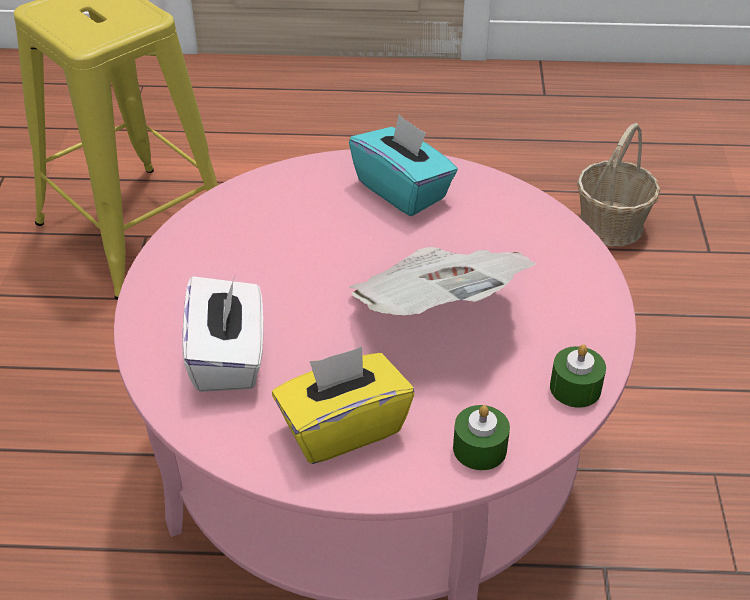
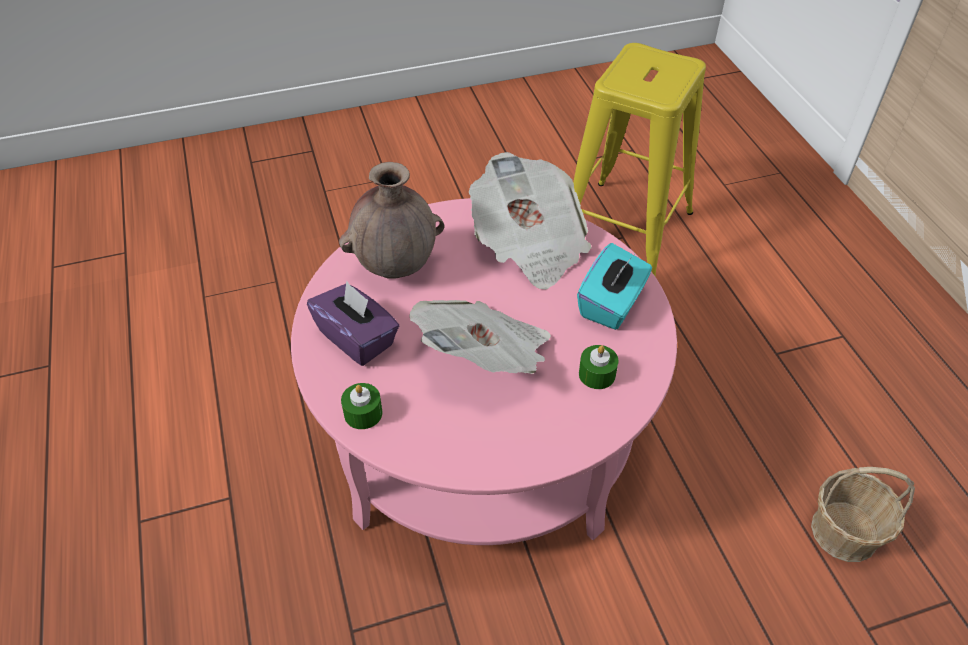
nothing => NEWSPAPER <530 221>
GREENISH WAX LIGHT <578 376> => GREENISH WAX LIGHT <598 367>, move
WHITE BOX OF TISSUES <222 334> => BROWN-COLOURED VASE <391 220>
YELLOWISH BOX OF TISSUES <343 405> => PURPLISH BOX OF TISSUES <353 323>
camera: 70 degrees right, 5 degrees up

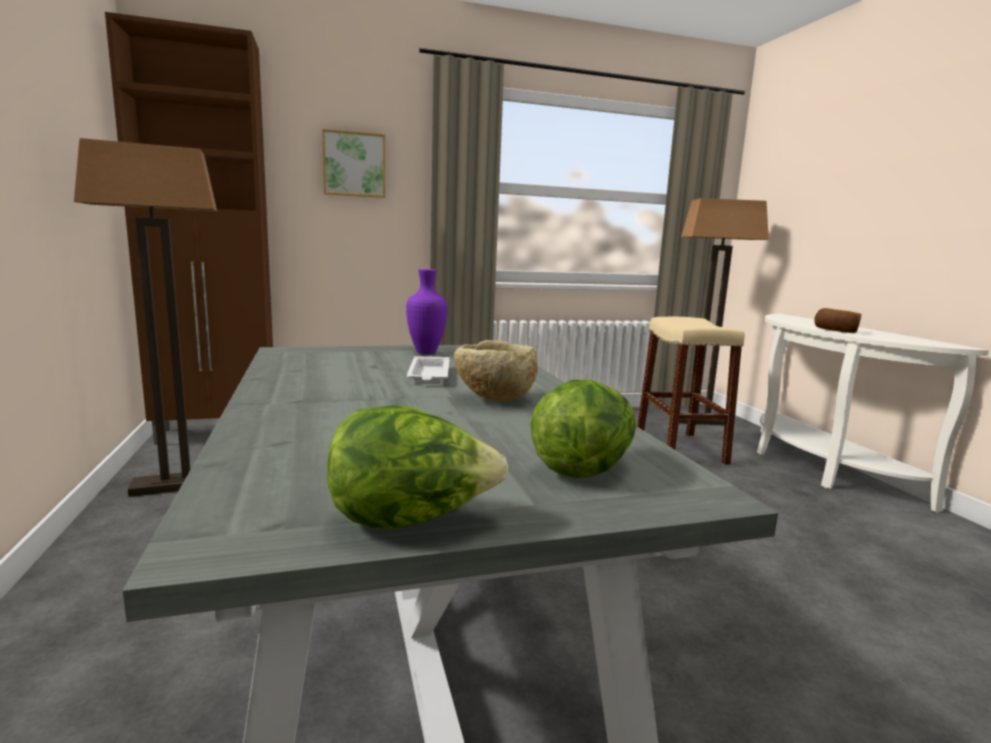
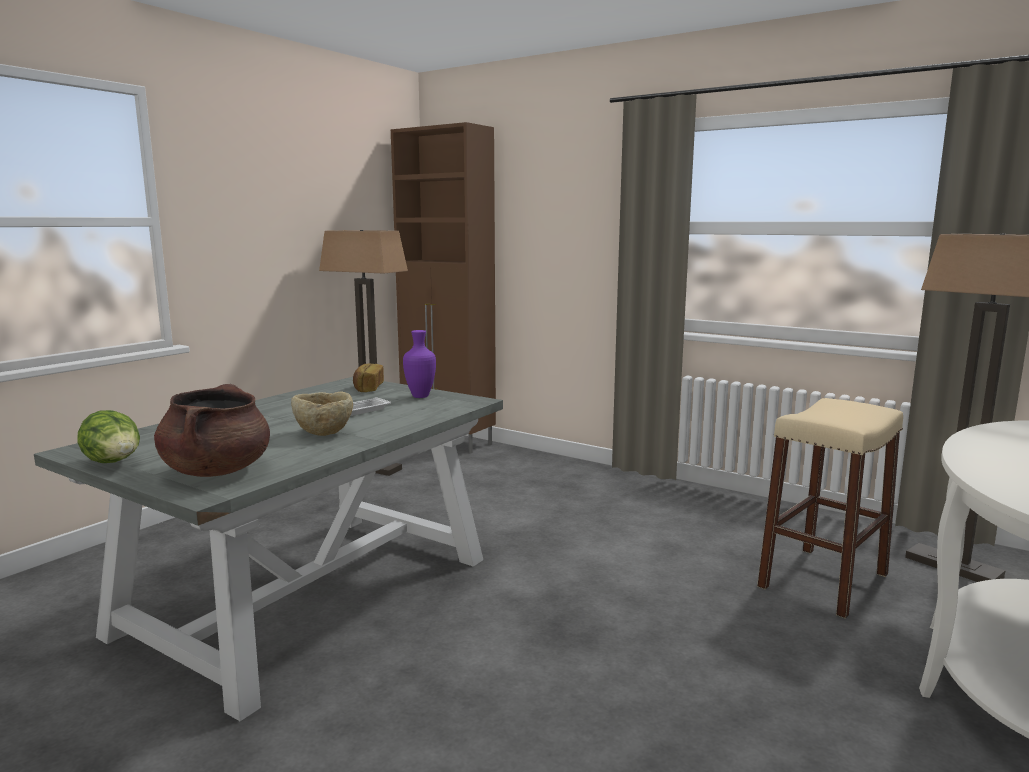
PICTURE <353 163> => nothing
BAKED BREAD <838 320> => BAKED BREAD <368 377>, move
LETTUCE HEAD <583 428> => BROWN-COLOURED STOCKPOT <212 430>
camera: 50 degrees right, 0 degrees up

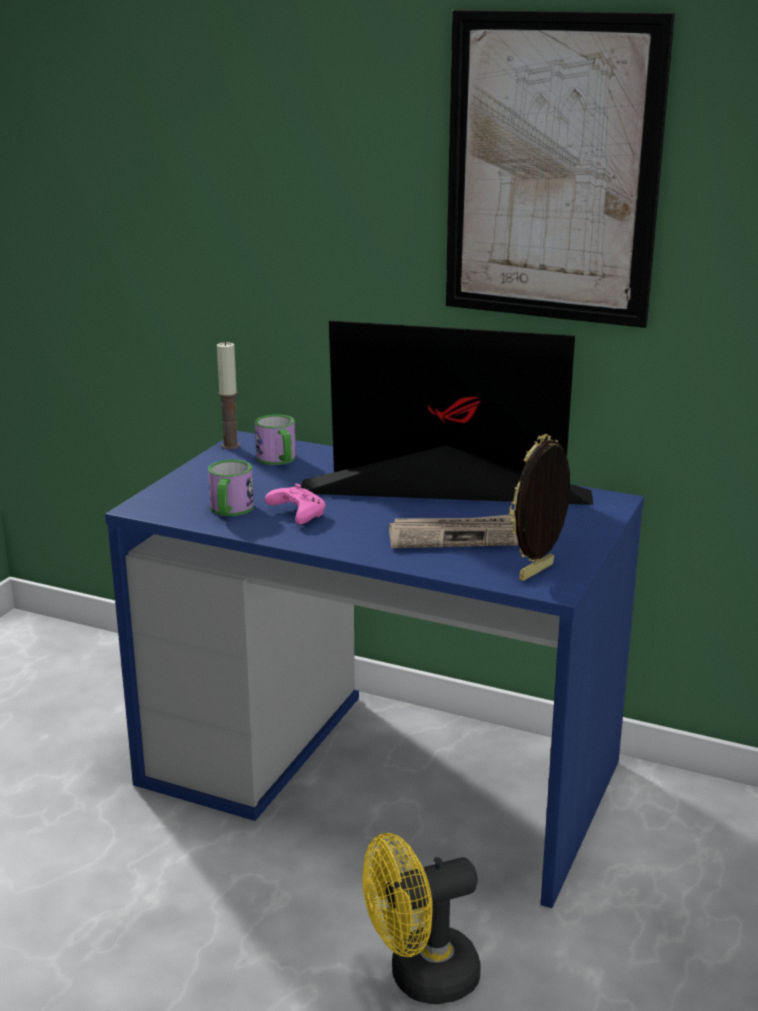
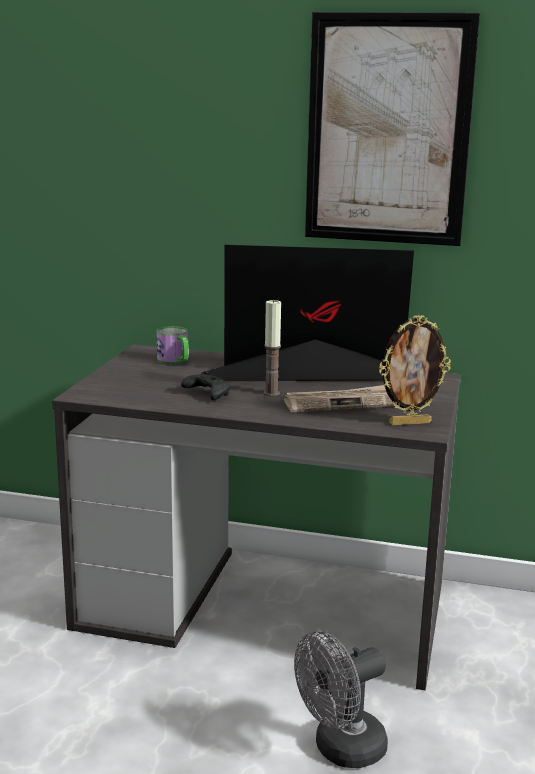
COFFEE MUG <231 488> => nothing
WAX LIGHT <228 395> => WAX LIGHT <272 347>, move
BLUE-COLOURED DESK <374 669> => GREYISH DESK <256 517>
PINK-COLOURED JOYPAD <295 504> => BLACK JOYPAD <205 385>
YELLOWISH FAN <421 919> => GREYISH FAN <341 699>
PHOTO FRAME <539 507> => PHOTO FRAME <415 370>, 135 degrees counterclockwise
camera: 10 degrees left, 5 degrees down

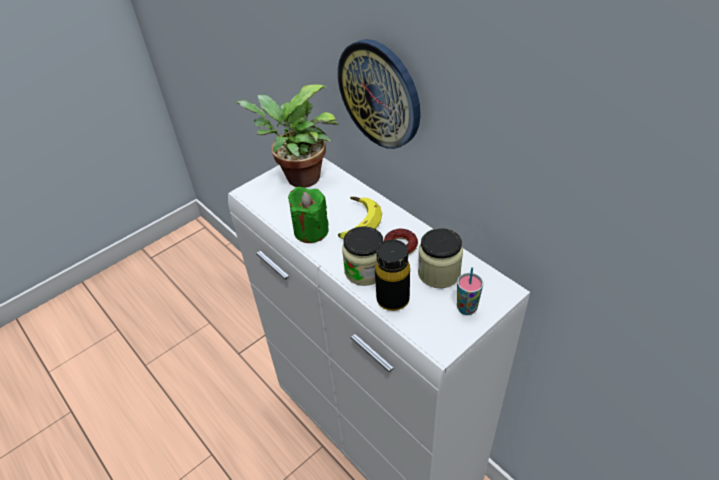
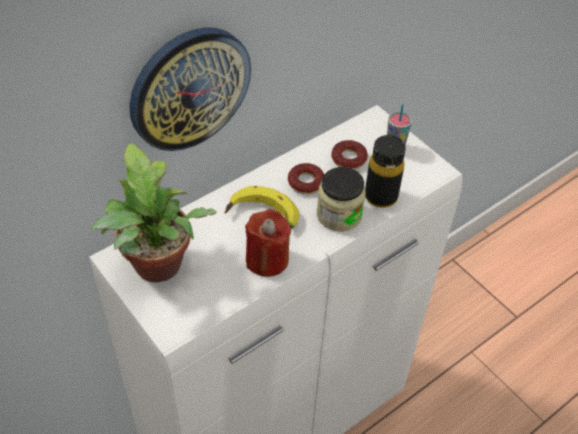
JAR <440 258> => DONUT <349 154>
GREENISH WAX LIGHT <308 215> => RED-COLOURED WAX LIGHT <268 243>
camera: 90 degrees left, 5 degrees up

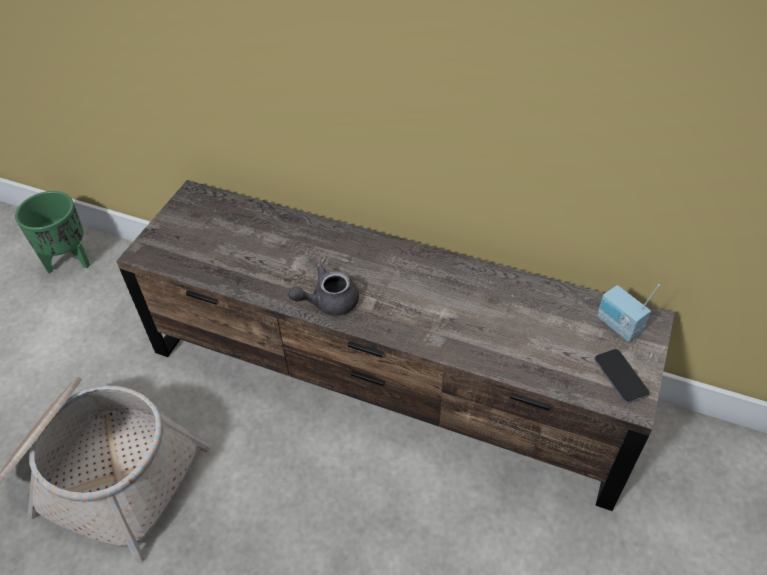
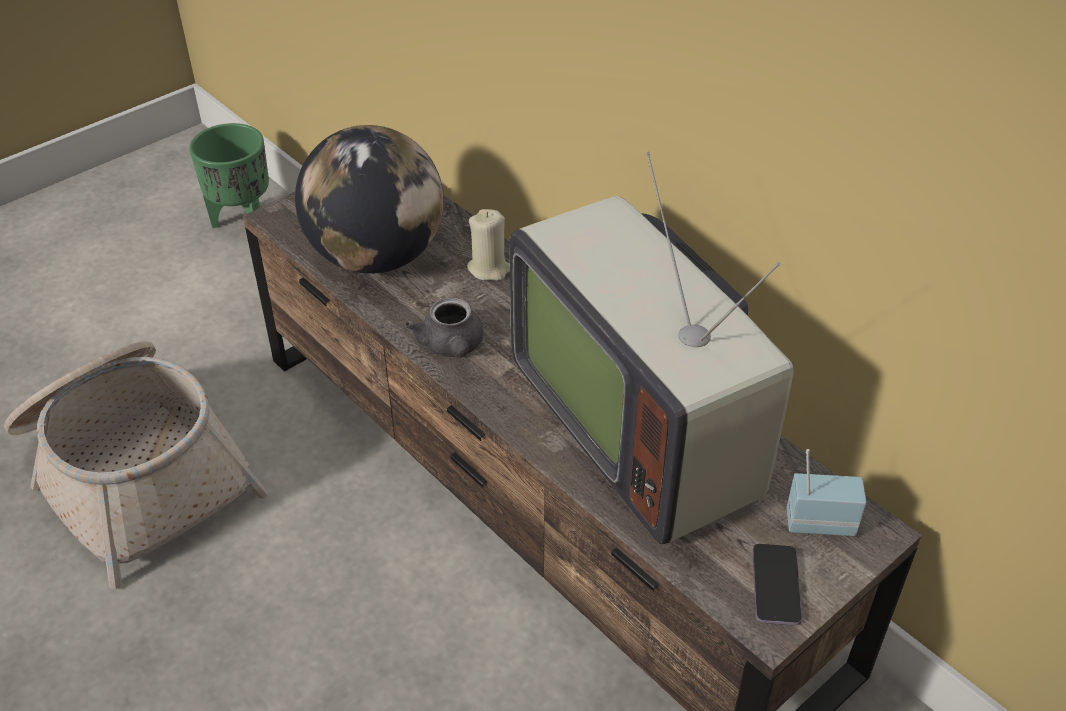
nothing => GLOBE <369 199>
nothing => BEIGE WAX LIGHT <488 245>
nothing => TV <652 348>
GREYISH TEAPOT <323 289> => GREYISH TEAPOT <444 328>, 105 degrees counterclockwise
RADIO <628 313> => RADIO <826 492>, 105 degrees clockwise
camera: 25 degrees right, 5 degrees down

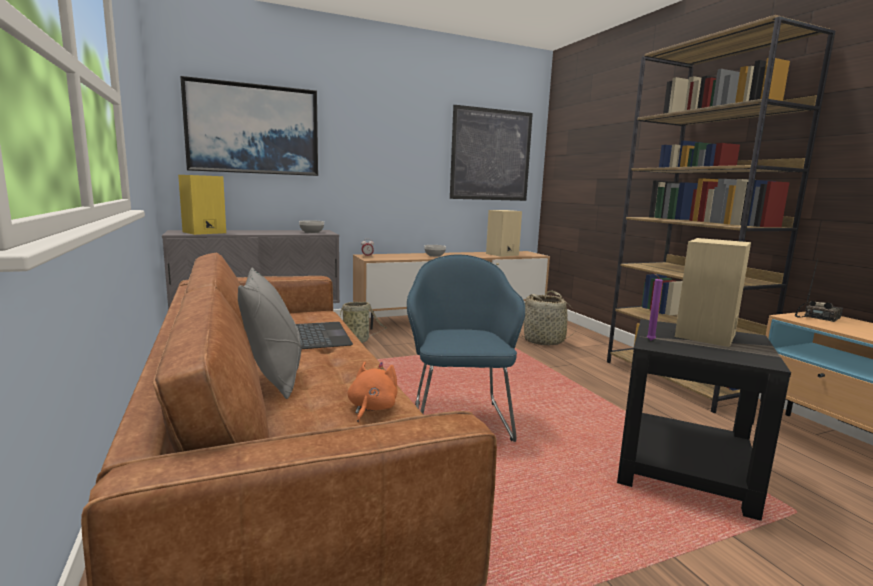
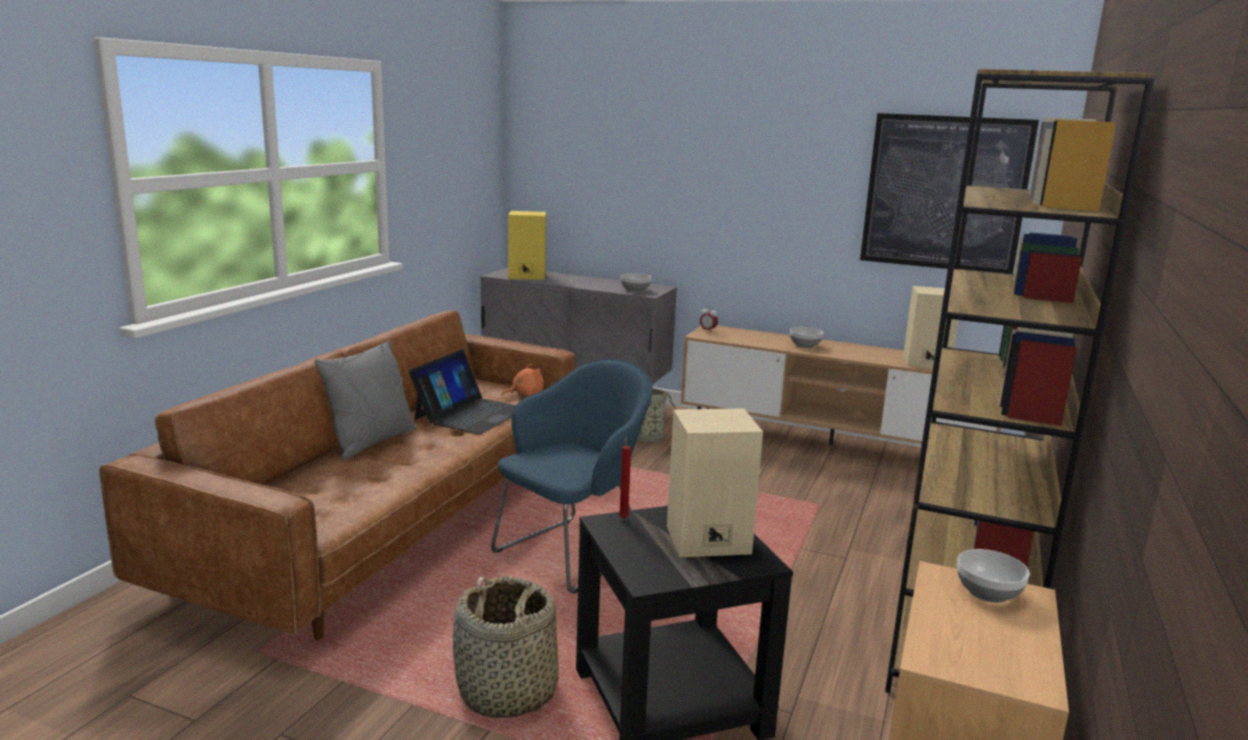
PICTURE <249 126> => nothing
ORANGE CUDDLY TOY <373 392> => ORANGE CUDDLY TOY <523 380>, move
BASKET <549 317> => BASKET <506 647>, move
RADIO <819 290> => SERVING BOWL <993 576>
PURPLISH WAX LIGHT <655 306> => RED-COLOURED WAX LIGHT <625 477>
camera: 45 degrees right, 5 degrees up

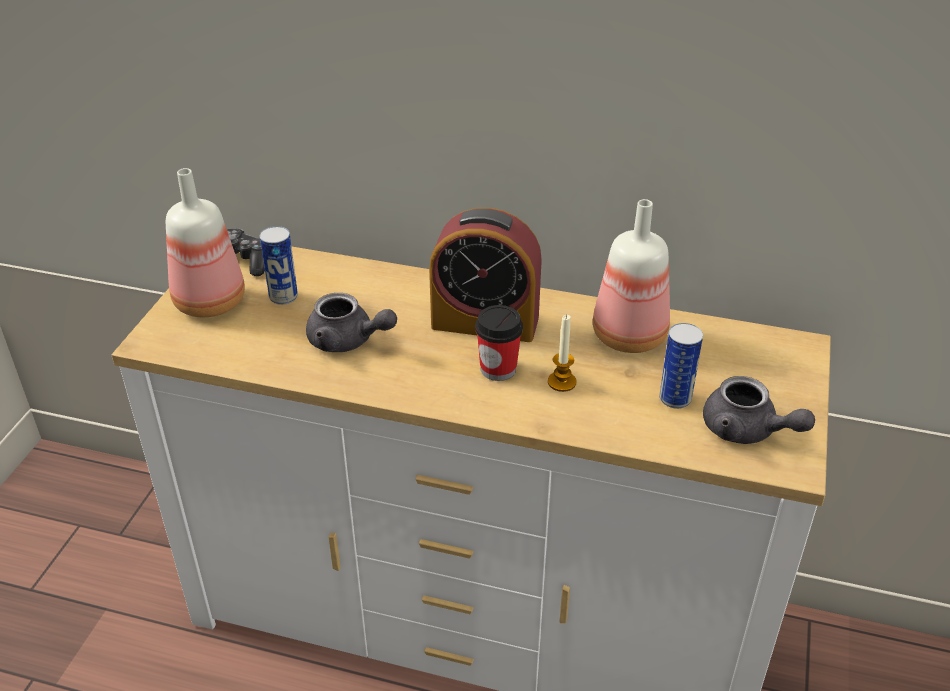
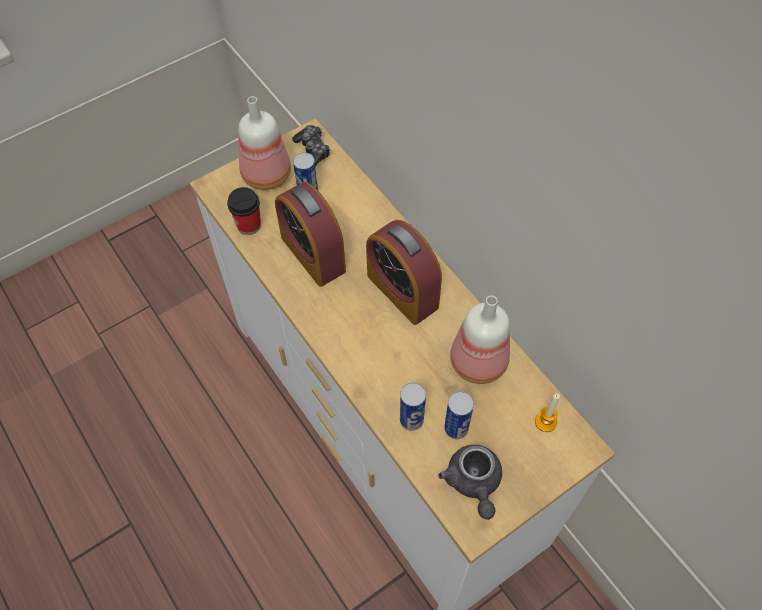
nothing => SEALED CAN <413 407>
DRINKING CUP <499 343> => DRINKING CUP <244 211>, move
WAX LIGHT <562 353> => WAX LIGHT <547 412>, move
GREYISH TEAPOT <351 322> => ALARM CLOCK <310 234>
camera: 40 degrees right, 20 degrees up

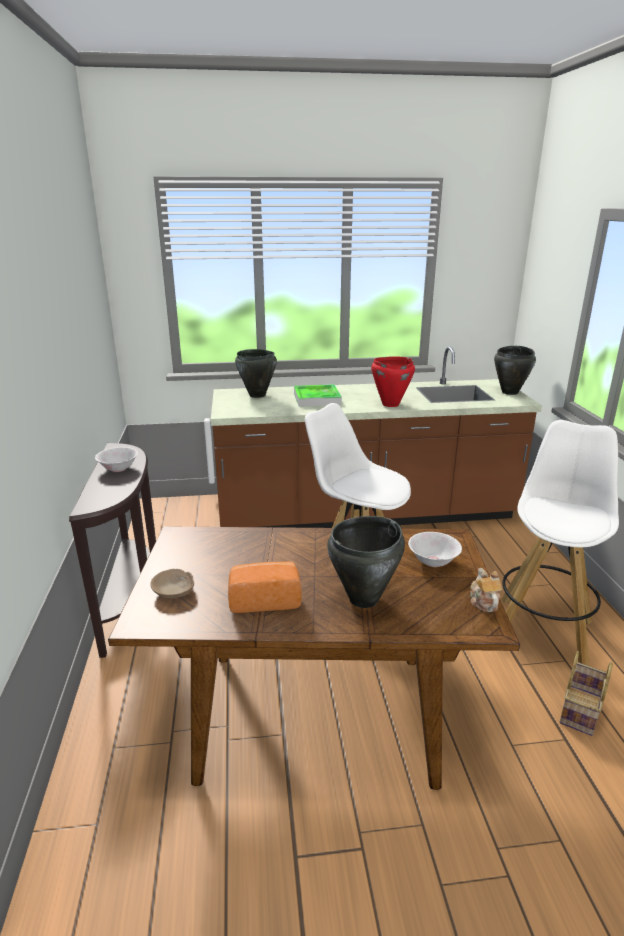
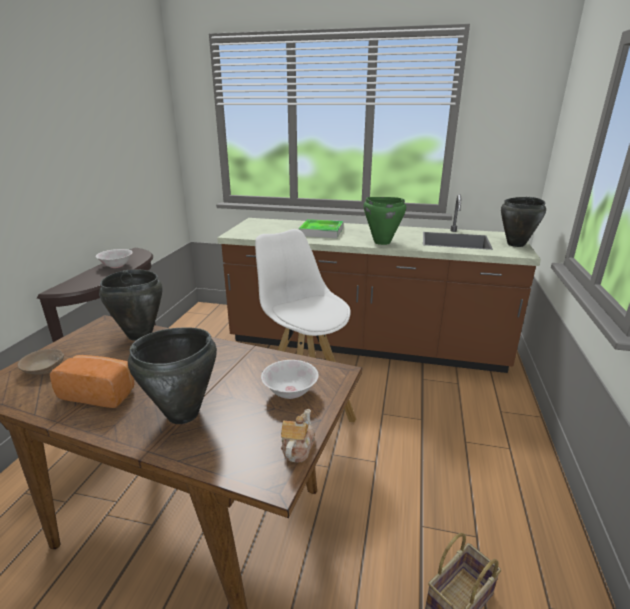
WHITE STOOL <560 543> => nothing
BLACK STOCKPOT <256 373> => BLACK STOCKPOT <131 305>, move
RED-COLOURED STOCKPOT <393 381> => GREENISH STOCKPOT <385 221>
camera: 20 degrees right, 0 degrees up

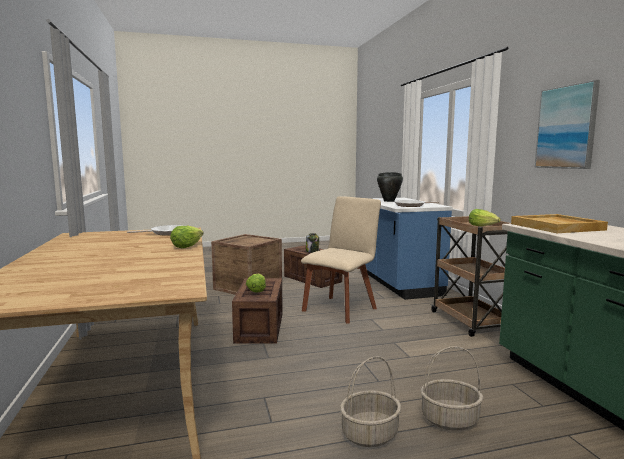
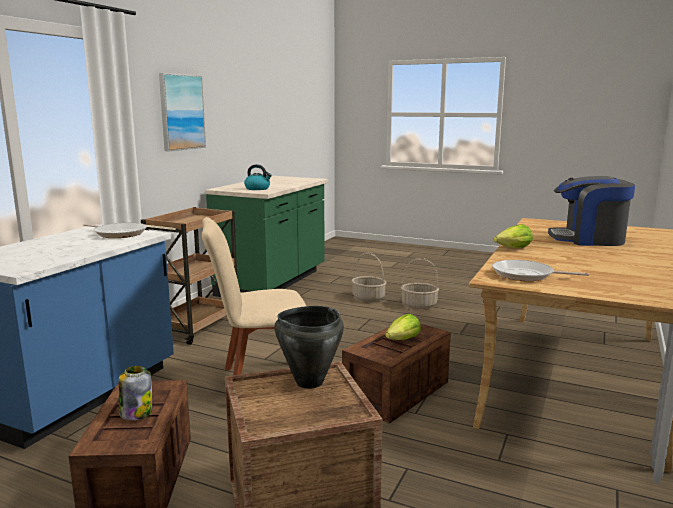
LETTUCE HEAD <485 217> => nothing
nothing => COFFEE MACHINE <591 211>
BLACK STOCKPOT <390 187> => BLACK STOCKPOT <309 347>, move
BEIGE SERVING TRAY <559 223> => KETTLE <258 177>
camera: 140 degrees left, 5 degrees up

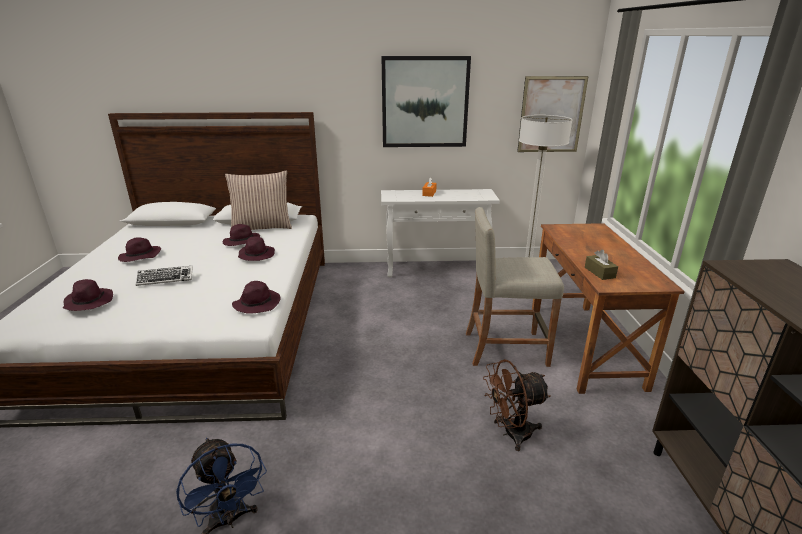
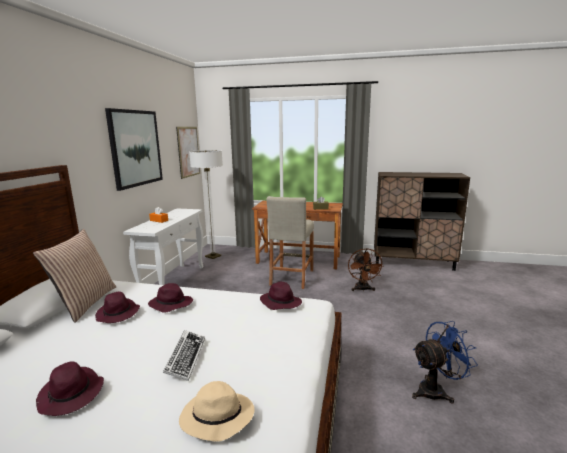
PURPLISH HAT <88 295> => BEIGE HAT <217 411>
camera: 75 degrees left, 10 degrees down

